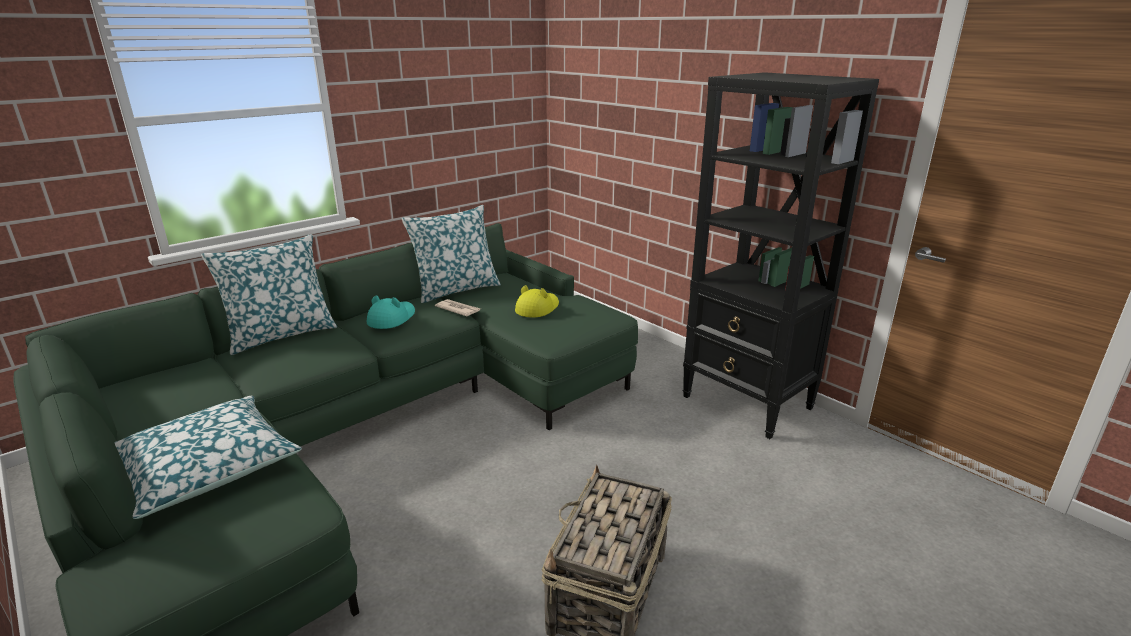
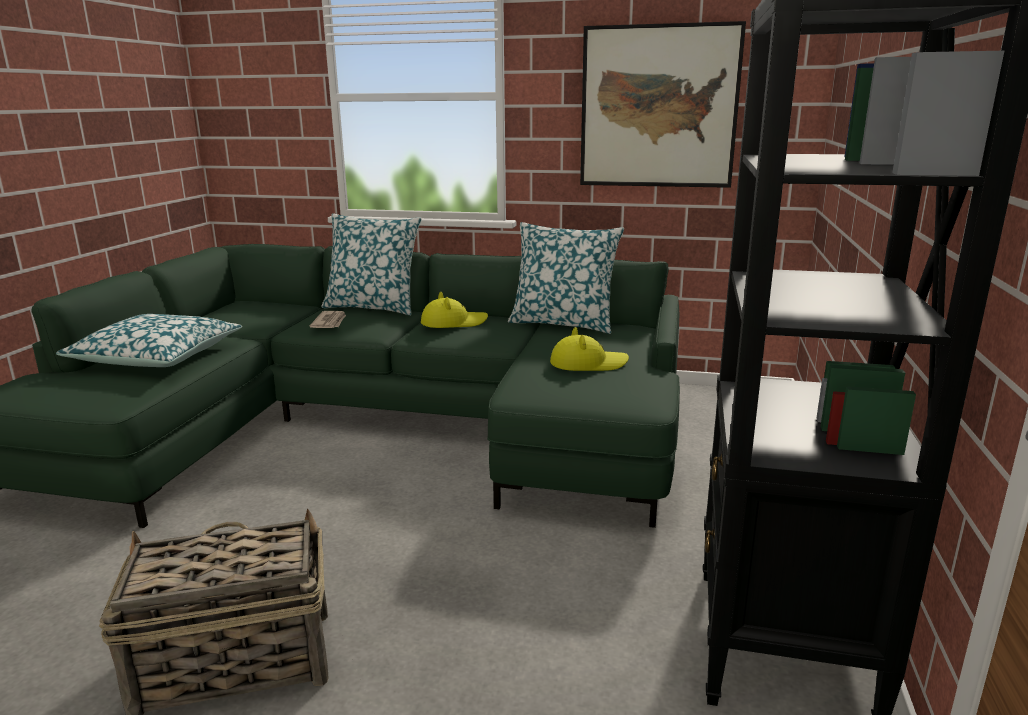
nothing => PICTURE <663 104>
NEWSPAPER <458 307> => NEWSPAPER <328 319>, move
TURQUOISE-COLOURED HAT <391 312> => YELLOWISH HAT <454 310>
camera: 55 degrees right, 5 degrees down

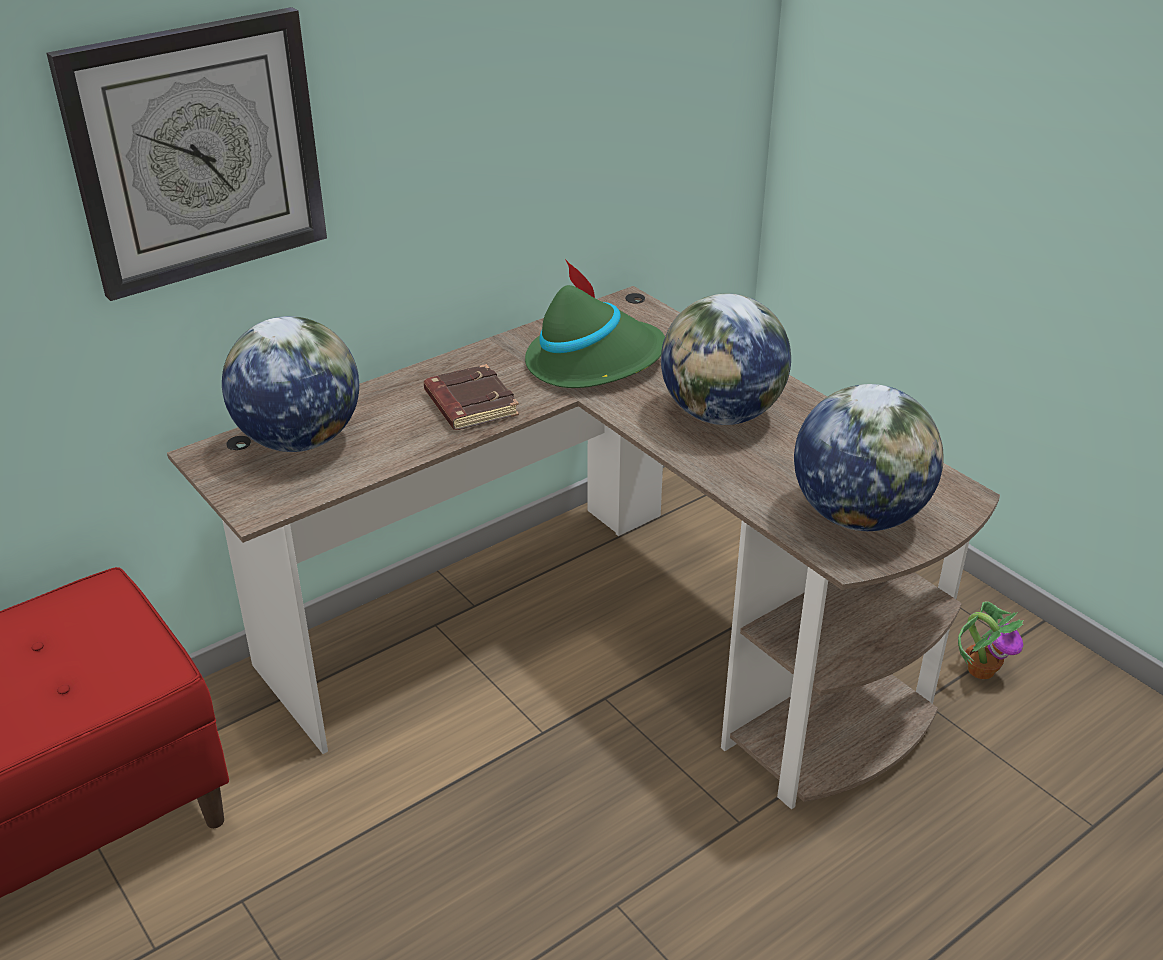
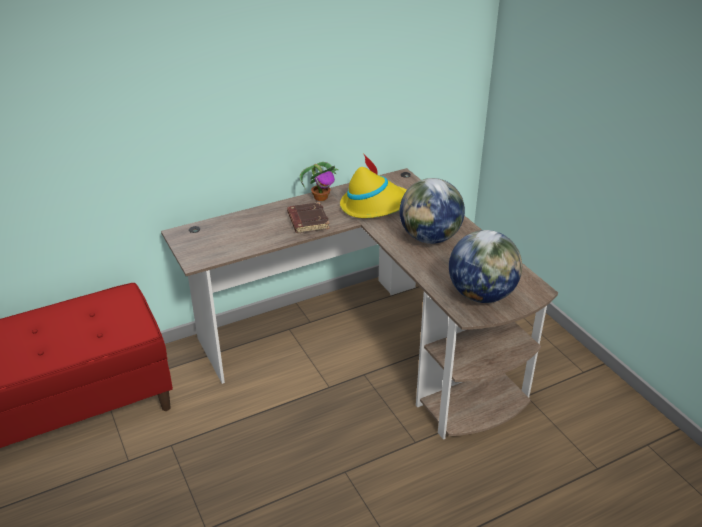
HANGING CLOCK <187 154> => nothing
GLOBE <290 384> => nothing
PLANT IN A POT <991 640> => PLANT IN A POT <319 181>, move
GREENISH HAT <595 323> => YELLOWISH HAT <373 185>
camera: 10 degrees right, 0 degrees up

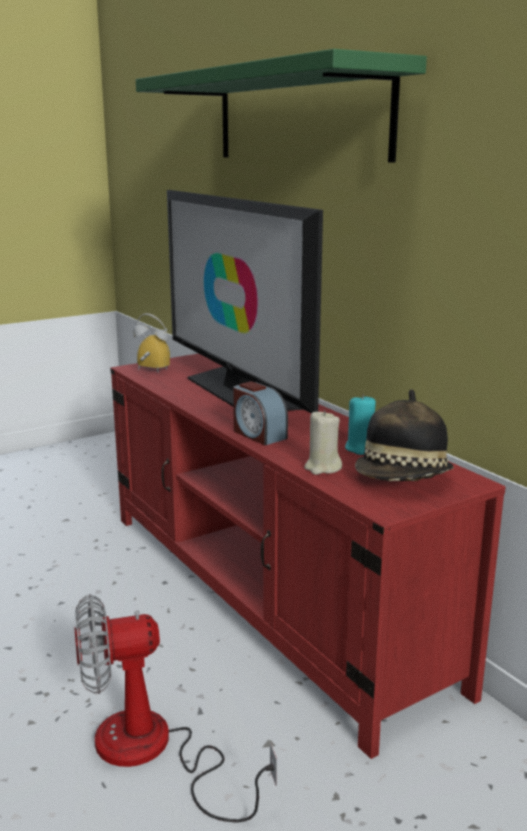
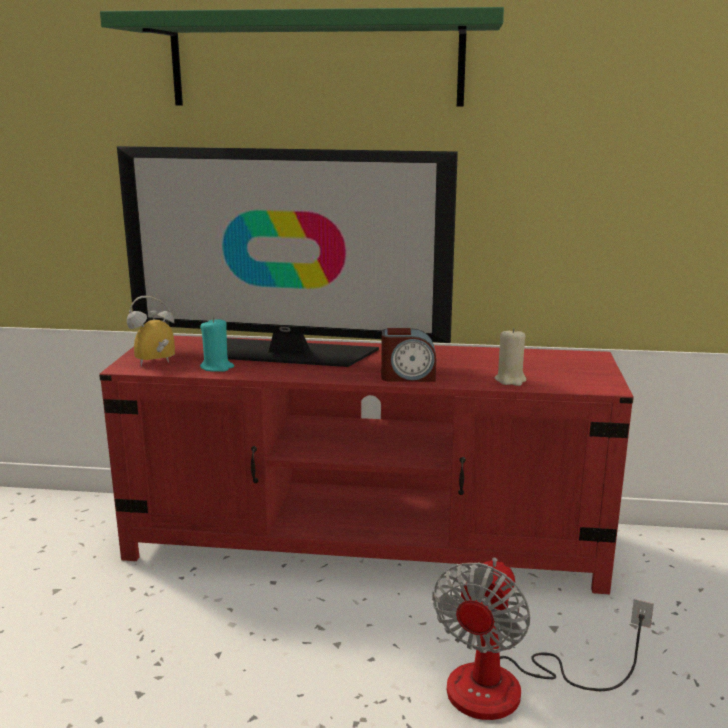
HAT <404 435> => nothing
TURQUOISE-COLOURED WAX LIGHT <360 424> => TURQUOISE-COLOURED WAX LIGHT <217 344>, move
camera: 50 degrees left, 0 degrees up

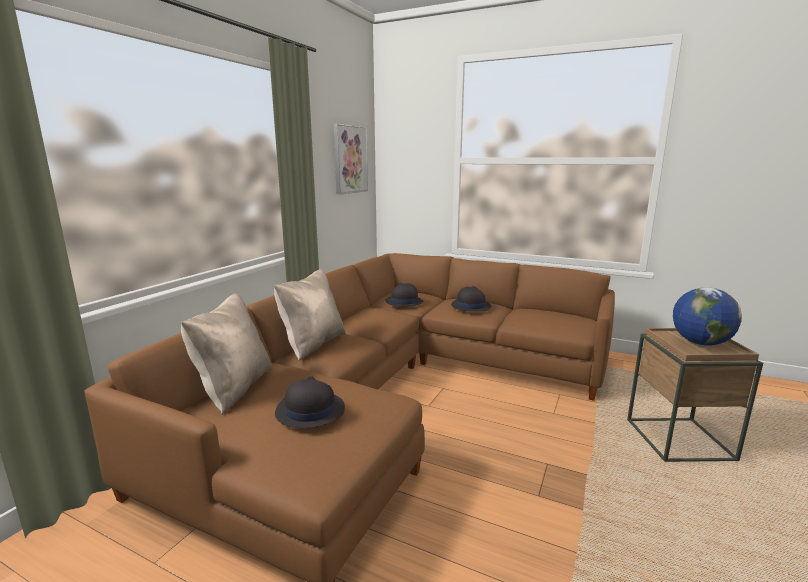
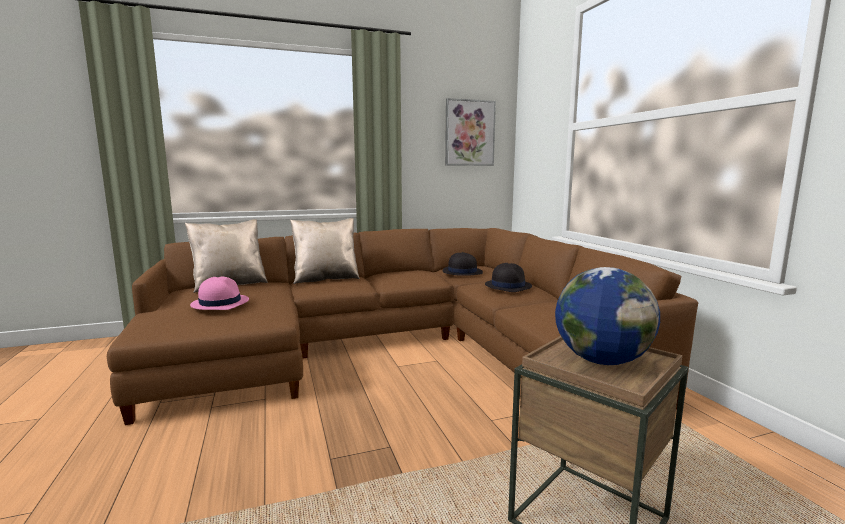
BLACK HAT <310 402> => PINK-COLOURED HAT <219 293>
camera: 45 degrees right, 5 degrees down

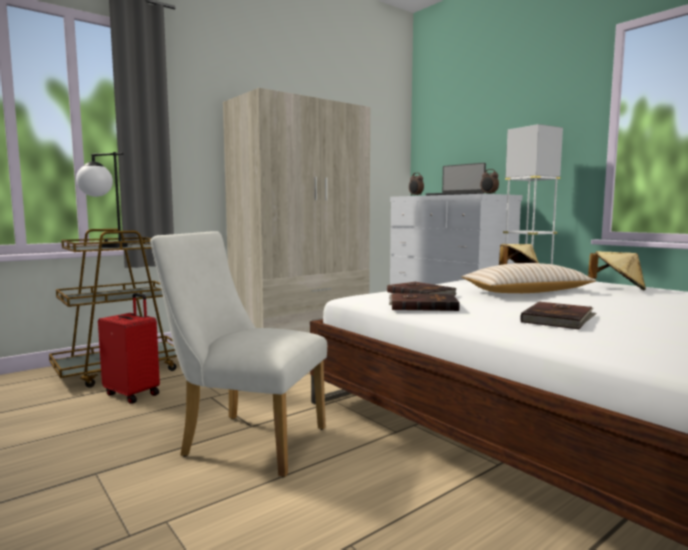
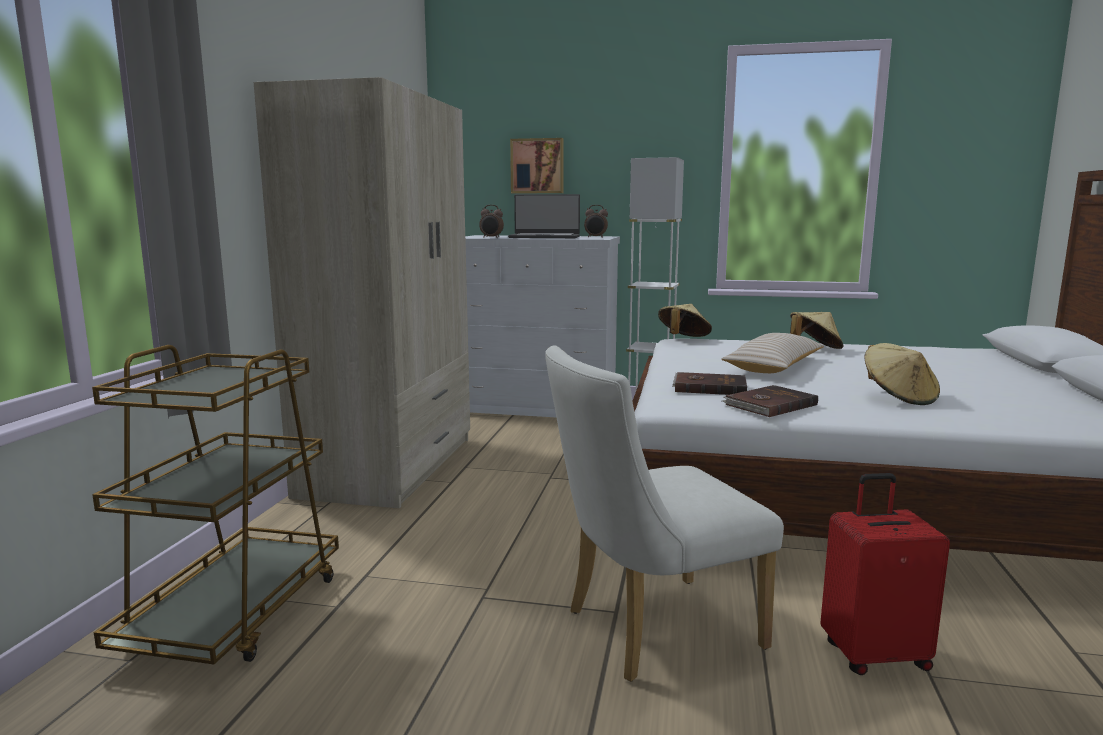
TABLETOP LAMP <102 200> => nothing
nothing => PICTURE <537 165>
RED-COLOURED TRAVEL CASE <129 348> => RED-COLOURED TRAVEL CASE <885 574>, move
BROWN-COLOURED VOLUME <558 315> => BEIGE HAT <902 374>
camera: 40 degrees left, 5 degrees up

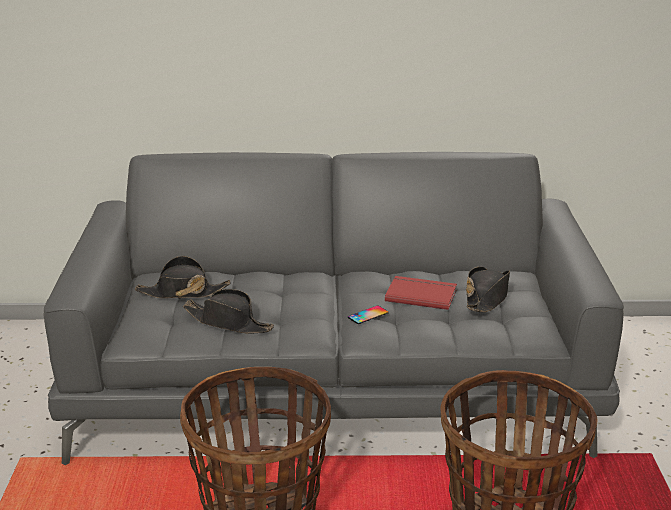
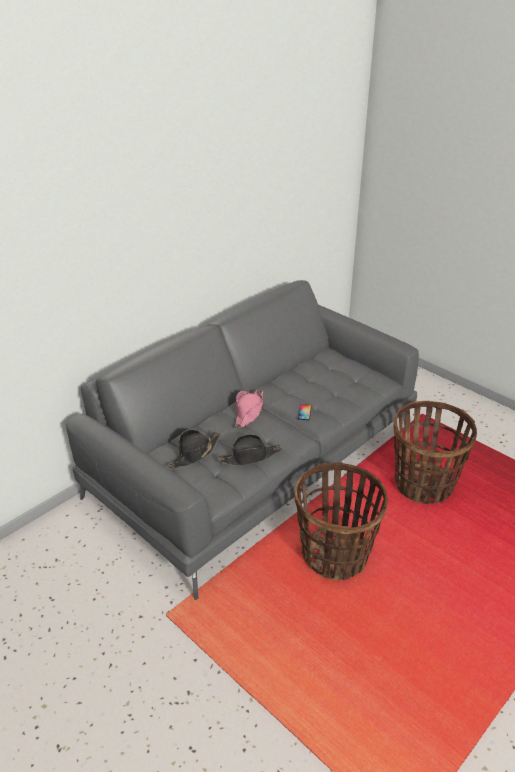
RED-COLOURED VOLUME <421 293> => nothing
BLACK HAT <488 289> => nothing
nothing => PINK-COLOURED HAT <249 409>
camera: 45 degrees left, 10 degrees up

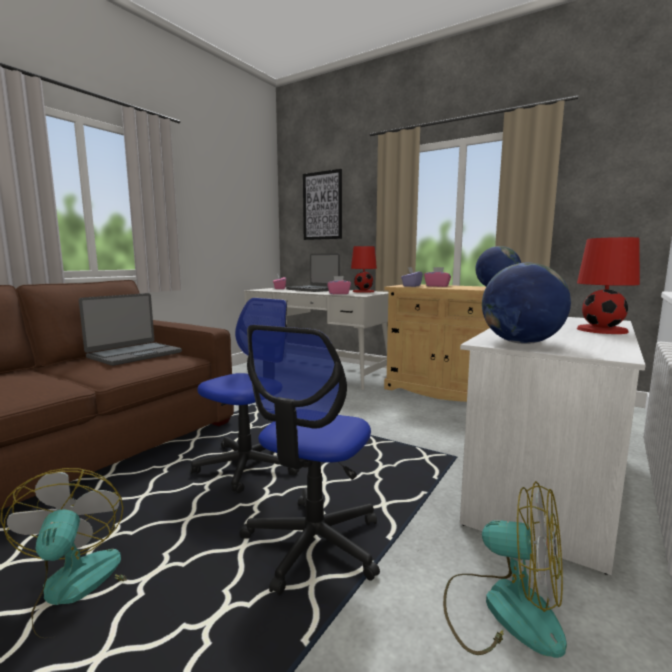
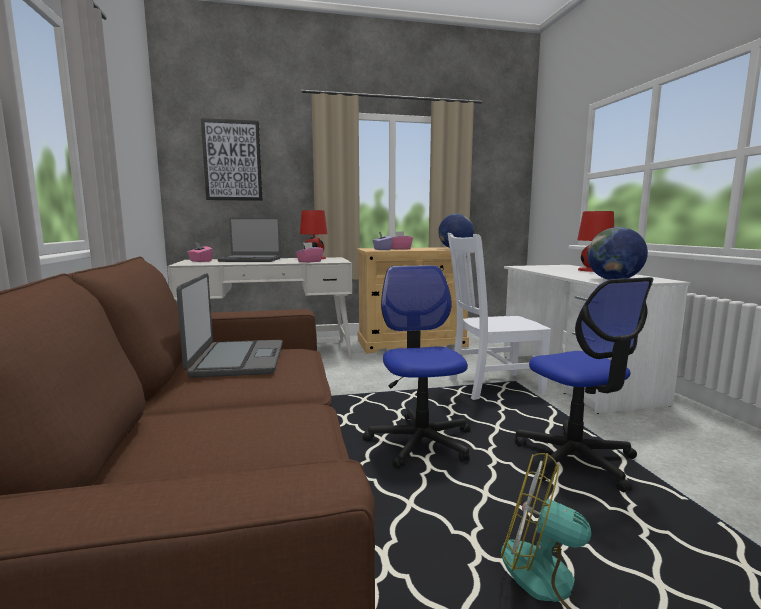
FAN <505 569> => nothing
nothing => WHITE PLAIN CHAIR <499 316>
camera: 45 degrees left, 0 degrees up

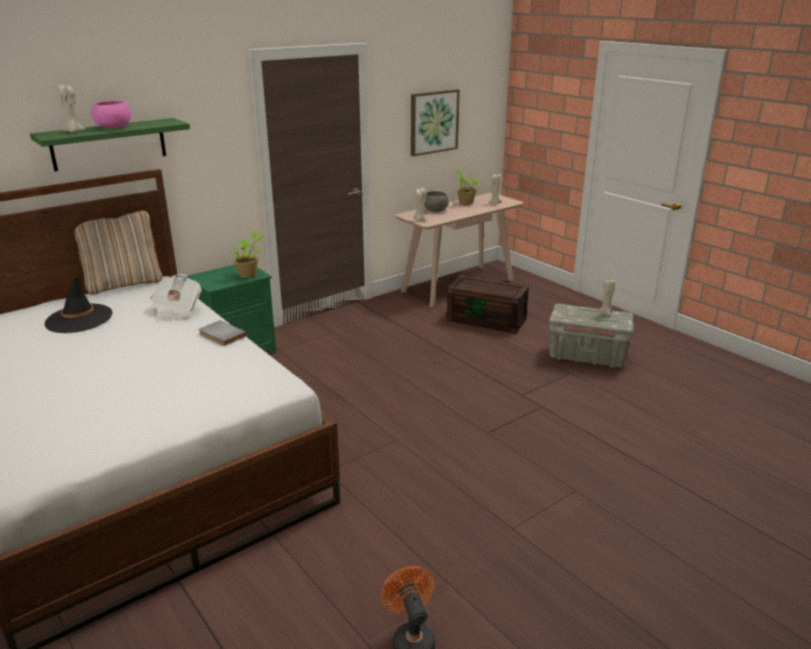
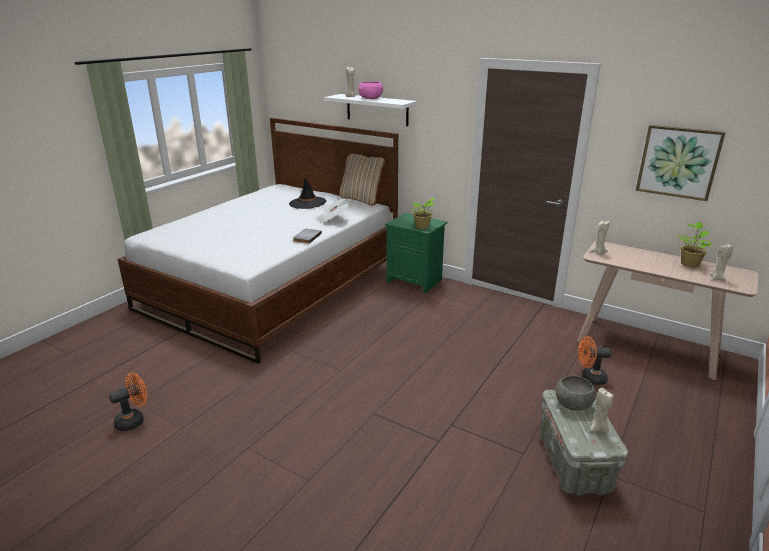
GREYISH SERVING BOWL <436 201> => GREYISH SERVING BOWL <575 393>, move
BROWN-COLOURED STORAGE BIN <488 304> => ORANGE FAN <594 360>
GREENISH WALL SHELF <110 144> => WHITE WALL SHELF <370 110>
camera: 70 degrees right, 0 degrees up

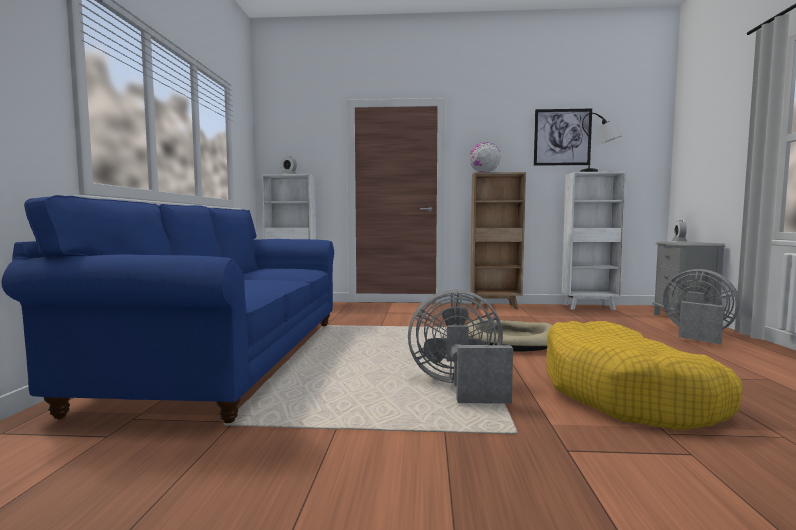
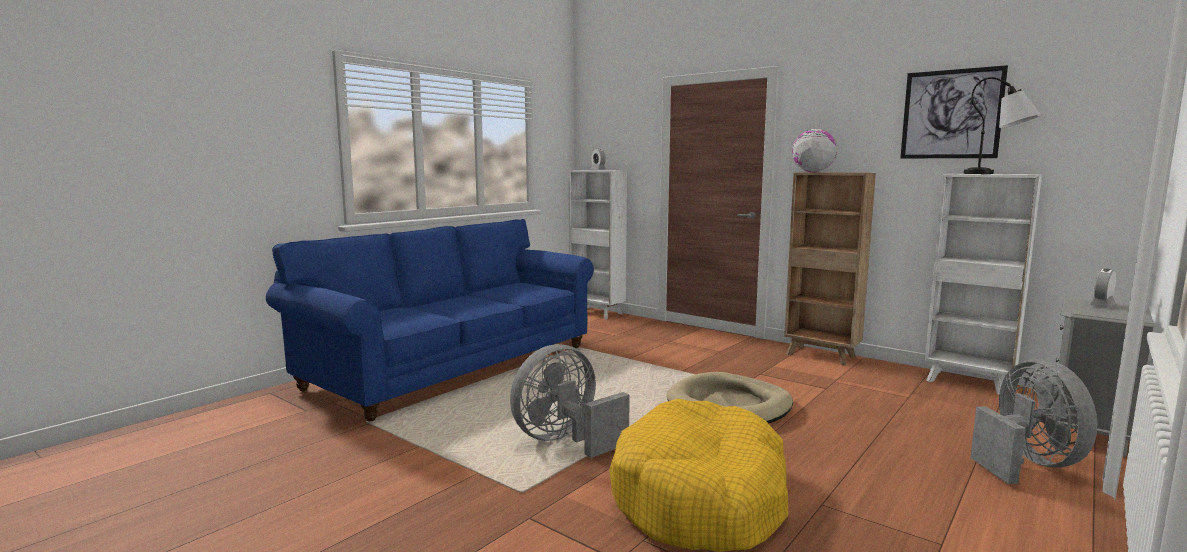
GREYISH FAN <460 346> => GREYISH FAN <570 401>, 75 degrees counterclockwise
camera: 35 degrees right, 5 degrees up

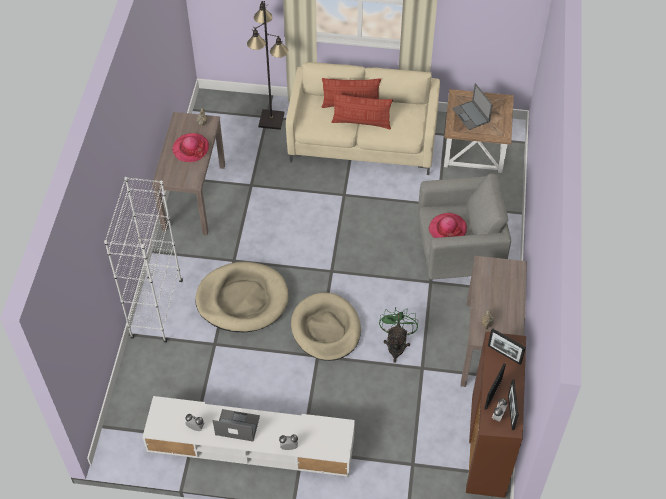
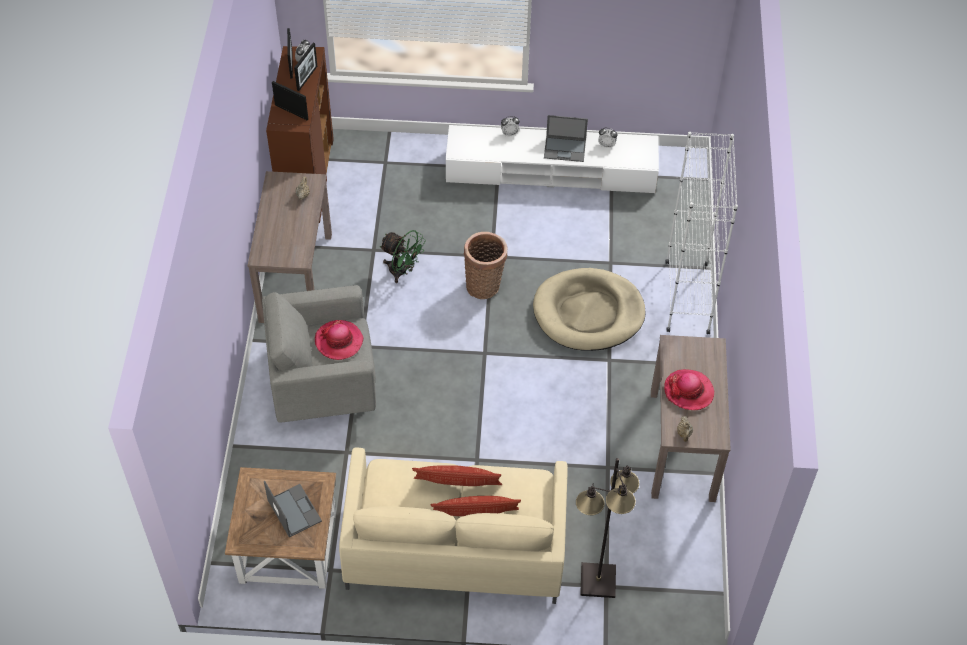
BEIGE PET BED <326 326> => BASKET <485 265>
GREENISH FAN <398 335> => GREENISH FAN <403 256>, 60 degrees counterclockwise
camera: 175 degrees right, 0 degrees up

